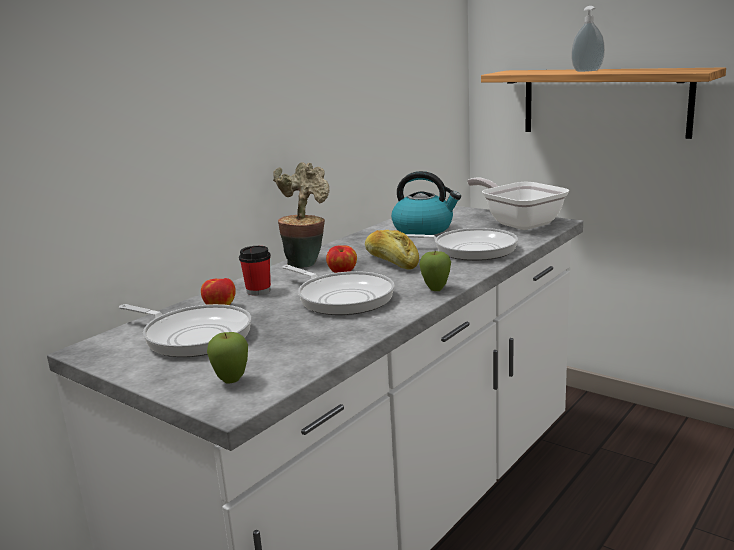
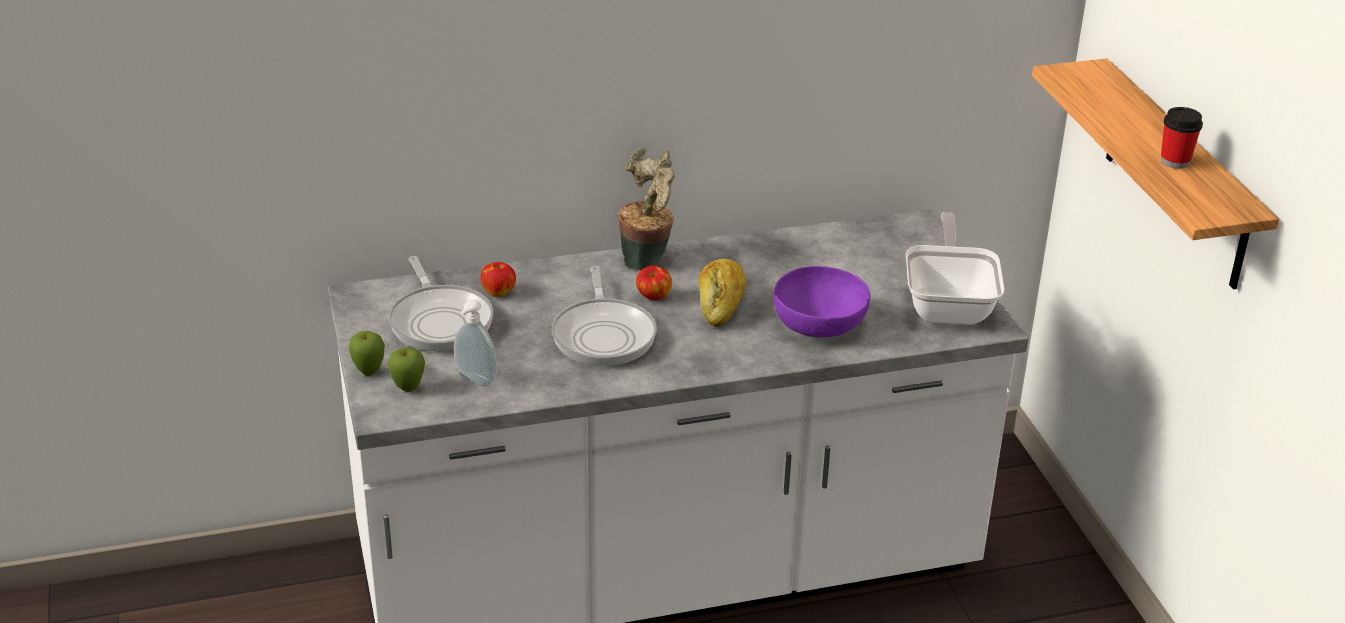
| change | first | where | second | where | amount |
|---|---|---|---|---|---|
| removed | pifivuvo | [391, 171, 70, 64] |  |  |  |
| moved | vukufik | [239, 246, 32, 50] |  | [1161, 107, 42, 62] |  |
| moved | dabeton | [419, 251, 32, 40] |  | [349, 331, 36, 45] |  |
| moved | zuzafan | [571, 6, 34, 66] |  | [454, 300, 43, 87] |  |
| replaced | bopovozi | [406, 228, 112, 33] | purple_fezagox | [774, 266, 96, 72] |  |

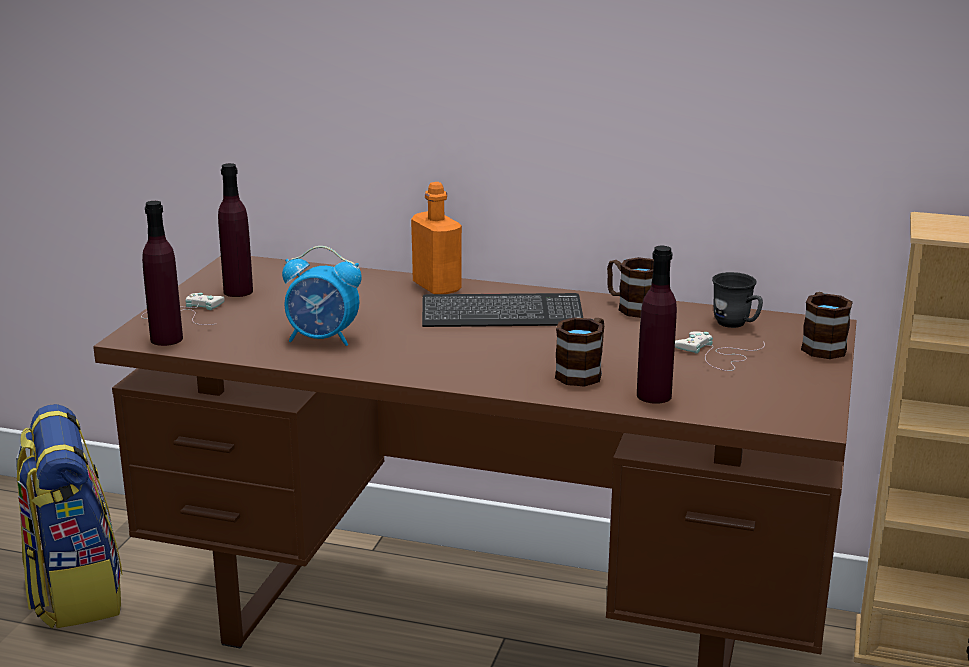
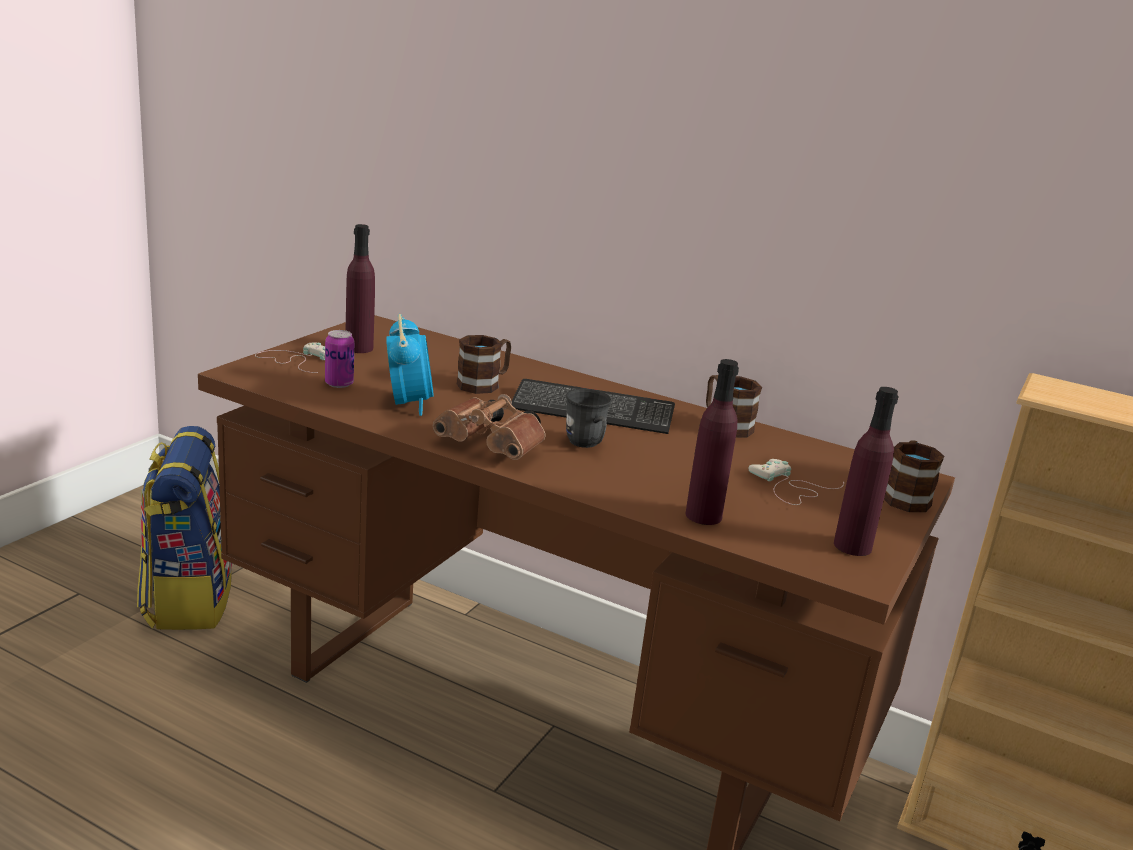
| change | first | where | second | where | amount |
|---|---|---|---|---|---|
| removed | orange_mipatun | [411, 182, 51, 112] |  |  |  |
| added |  |  | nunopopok | [325, 330, 30, 58] |  |
| added |  |  | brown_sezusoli | [433, 394, 113, 66] |  |
| moved | purple_mipatun | [142, 201, 41, 145] |  | [834, 387, 65, 169] |  |
| moved | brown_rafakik | [555, 317, 49, 70] |  | [457, 335, 54, 59] |  |
| moved | grey_rafakik | [712, 272, 51, 56] |  | [566, 389, 46, 59] |  |
| turned | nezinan | [282, 246, 80, 100] |  | [386, 314, 48, 102] | 120 degrees counterclockwise |

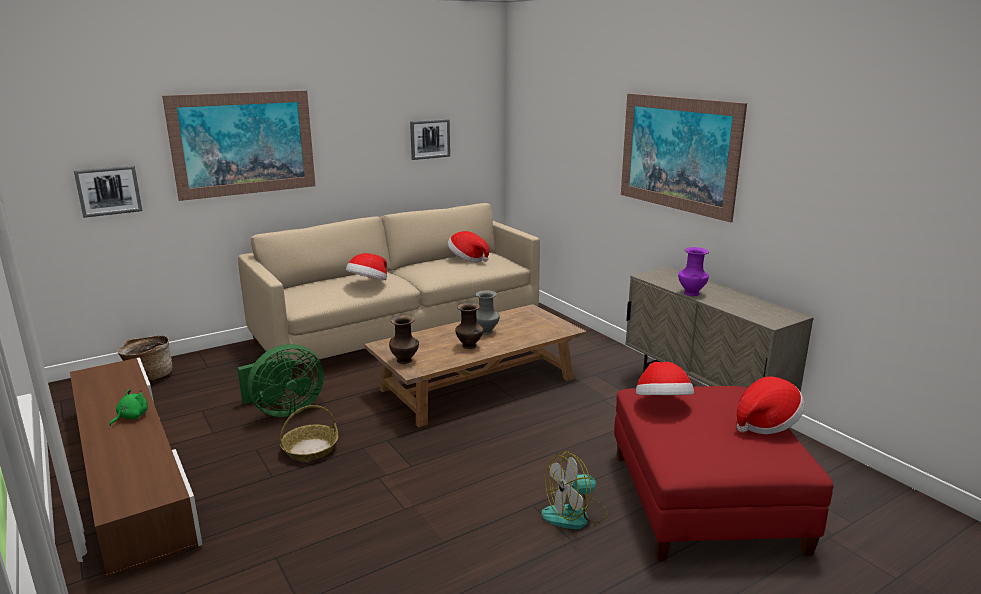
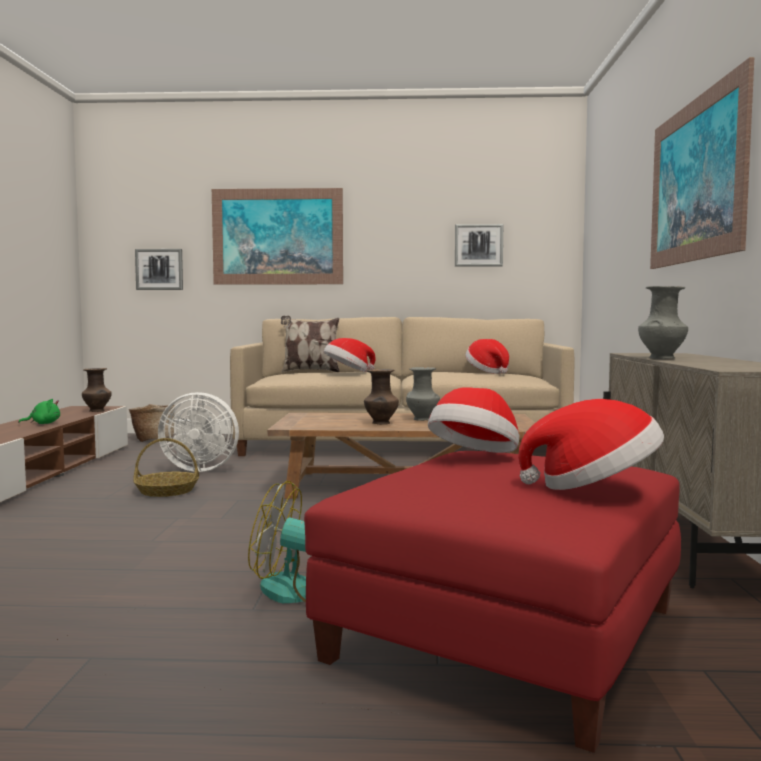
| change | first | where | second | where | amount |
|---|---|---|---|---|---|
| added |  |  | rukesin | [281, 316, 59, 57] |  |
| moved | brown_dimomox | [389, 315, 30, 49] |  | [82, 368, 30, 44] |  |
| recoloured | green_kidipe | [237, 344, 87, 73] | white_kidipe | [158, 392, 81, 80] |  |
| recoloured | purple_dimomox | [678, 247, 31, 49] | grey_dimomox | [638, 286, 50, 73] |  |

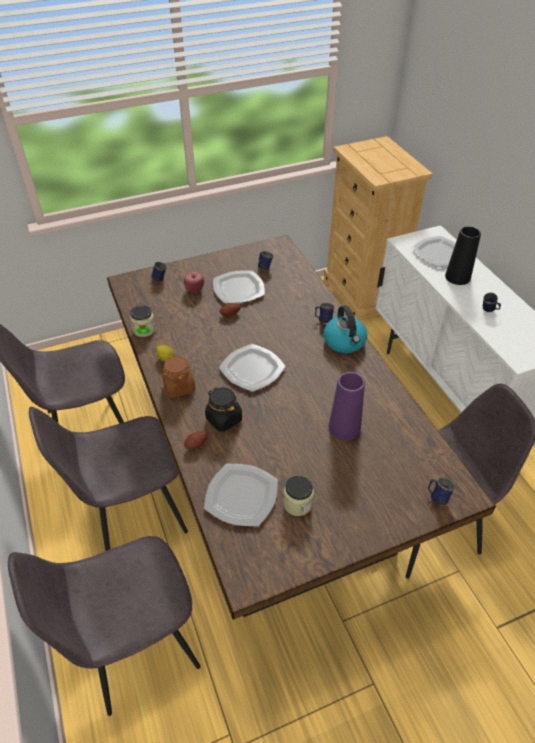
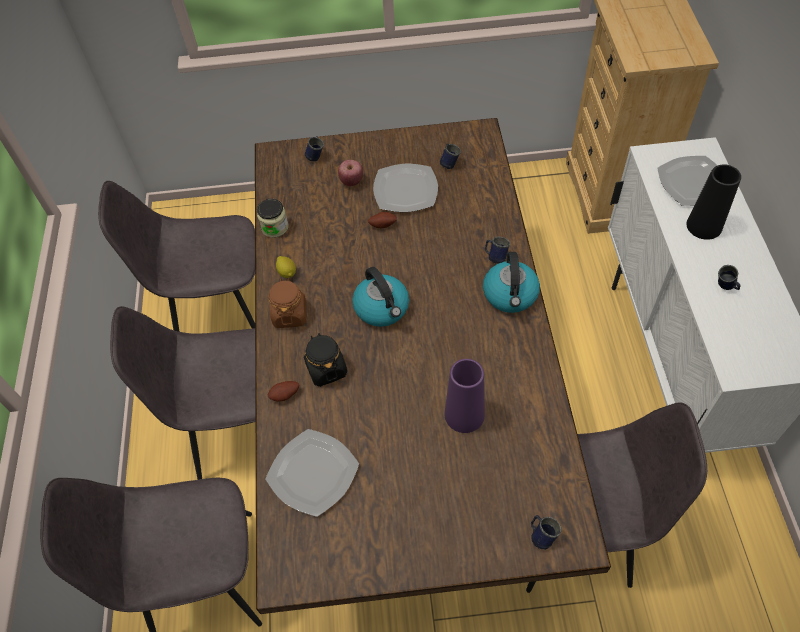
| change | first | where | second | where | amount |
|---|---|---|---|---|---|
| removed | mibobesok | [283, 476, 31, 40] |  |  |  |
| replaced | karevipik | [219, 344, 67, 48] | pifivuvo | [352, 267, 57, 60] |  |

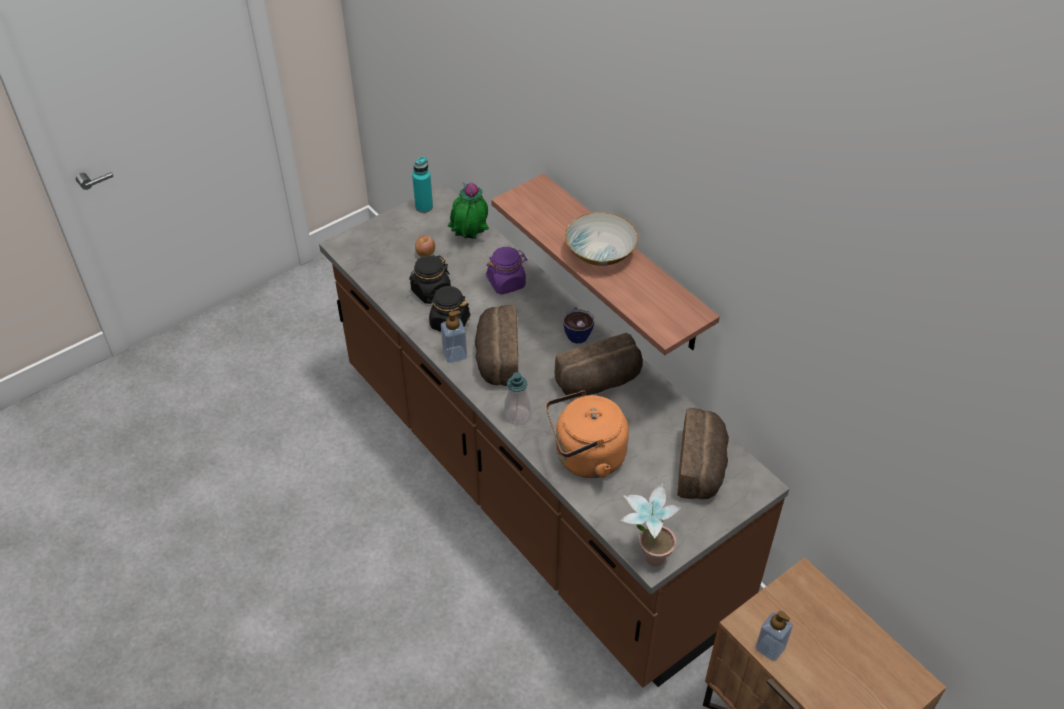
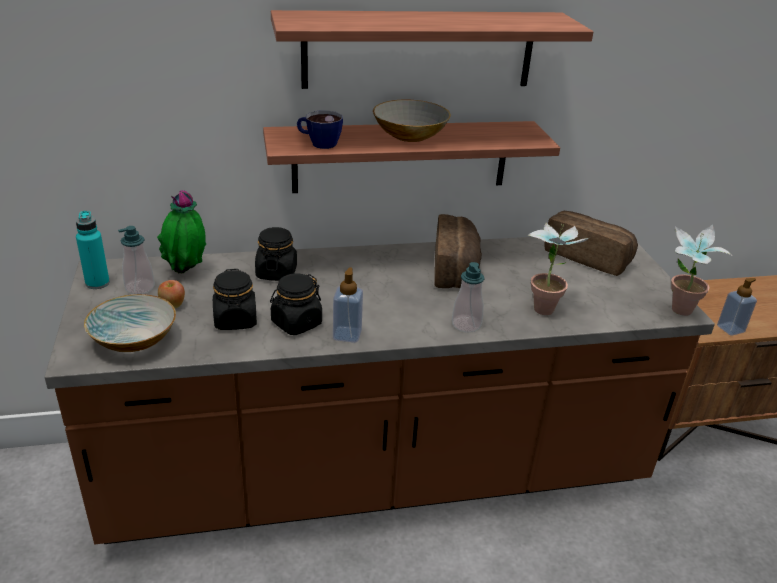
| change | first | where | second | where | amount |
|---|---|---|---|---|---|
| removed | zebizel | [475, 305, 43, 81] |  |  |  |
| added |  |  | fezagox | [84, 294, 92, 58] |  |
| added |  |  | zuzafan | [118, 226, 37, 68] |  |
| added |  |  | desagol | [271, 10, 323, 79] |  |
| moved | vukufik | [563, 307, 31, 37] |  | [297, 110, 46, 39] |  |
| replaced | orange_pifivuvo | [546, 390, 83, 88] | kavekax | [528, 222, 61, 93] |  |
| recoloured | purple_mibobesok | [486, 247, 42, 48] | black_mibobesok | [255, 227, 42, 54] |  |

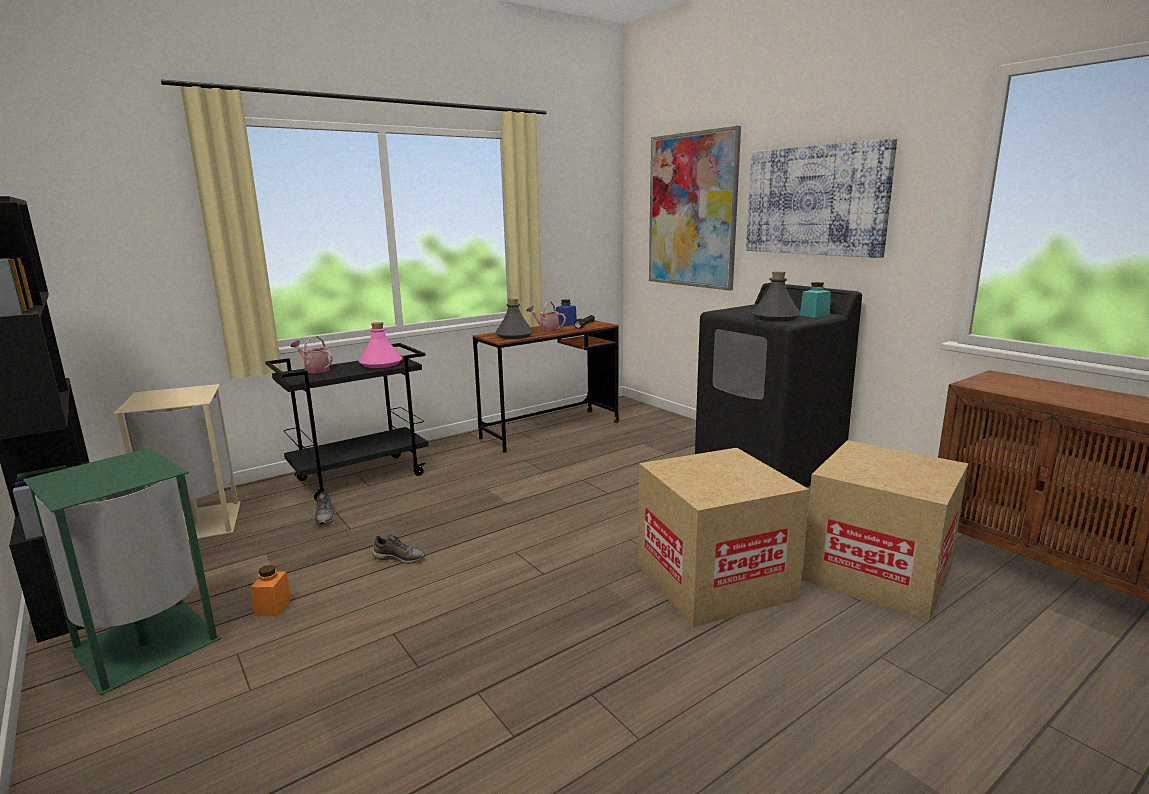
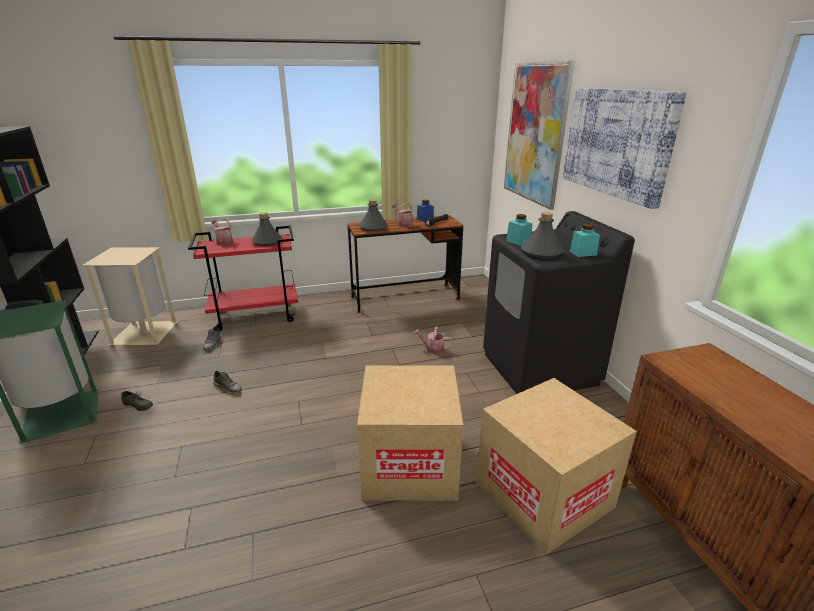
| change | first | where | second | where | amount |
|---|---|---|---|---|---|
| added |  |  | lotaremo | [413, 326, 40, 28] |  |
| added |  |  | turquoise_mibobesok | [506, 214, 27, 32] |  |
| replaced | orange_mibobesok | [251, 565, 41, 51] | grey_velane | [121, 391, 32, 20] |  |
| recoloured | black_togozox | [265, 343, 164, 157] | red_togozox | [188, 226, 110, 105] |  |
| recoloured | pink_mipatun | [359, 322, 44, 46] | grey_mipatun | [251, 212, 32, 34] |  |

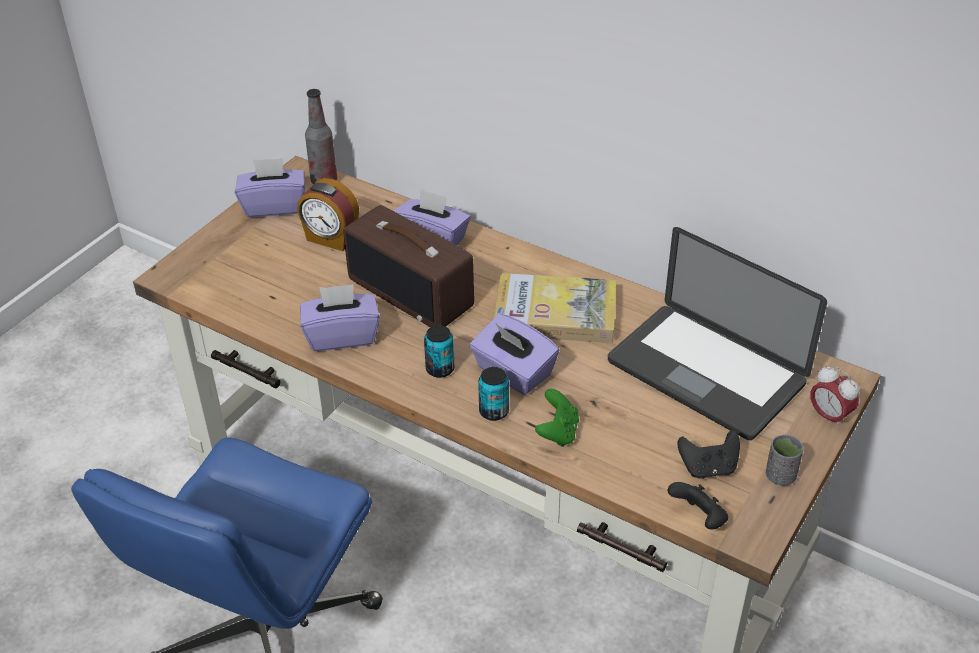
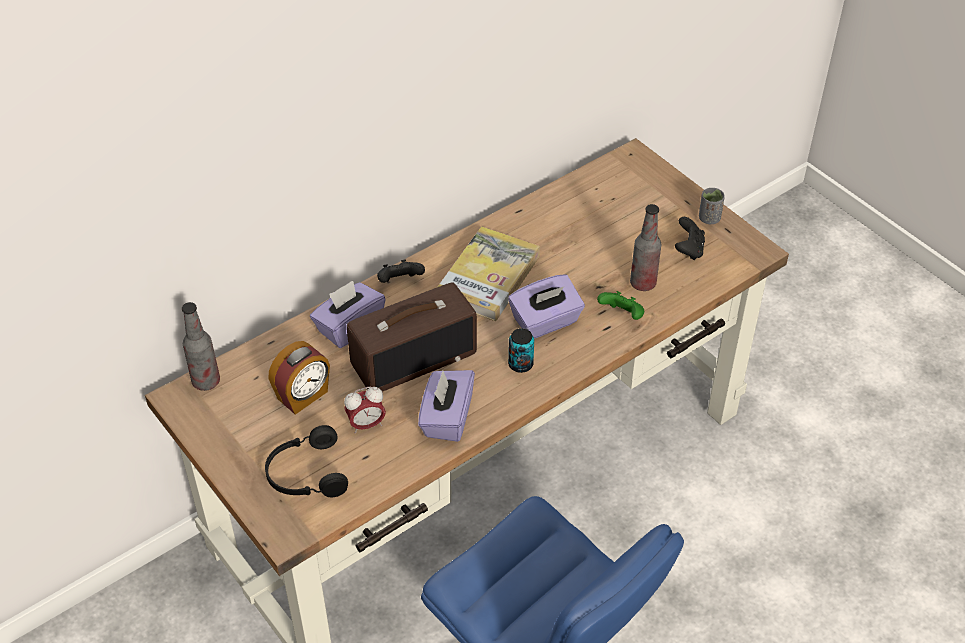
| change | first | where | second | where | amount |
|---|---|---|---|---|---|
| removed | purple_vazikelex | [235, 158, 70, 59] |  |  |  |
| removed | nunopopok | [478, 367, 31, 54] |  |  |  |
| removed | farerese | [608, 227, 219, 213] |  |  |  |
| added |  |  | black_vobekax | [265, 425, 83, 72] |  |
| added |  |  | mipatun | [630, 204, 31, 87] |  |
| moved | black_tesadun | [668, 482, 60, 48] |  | [377, 260, 48, 23] |  |
| moved | nezinan | [810, 366, 49, 63] |  | [344, 387, 42, 46] |  |

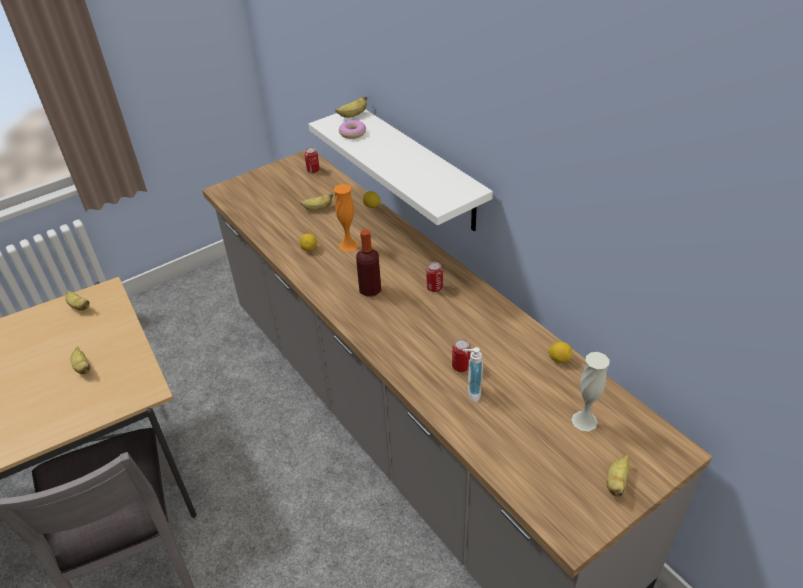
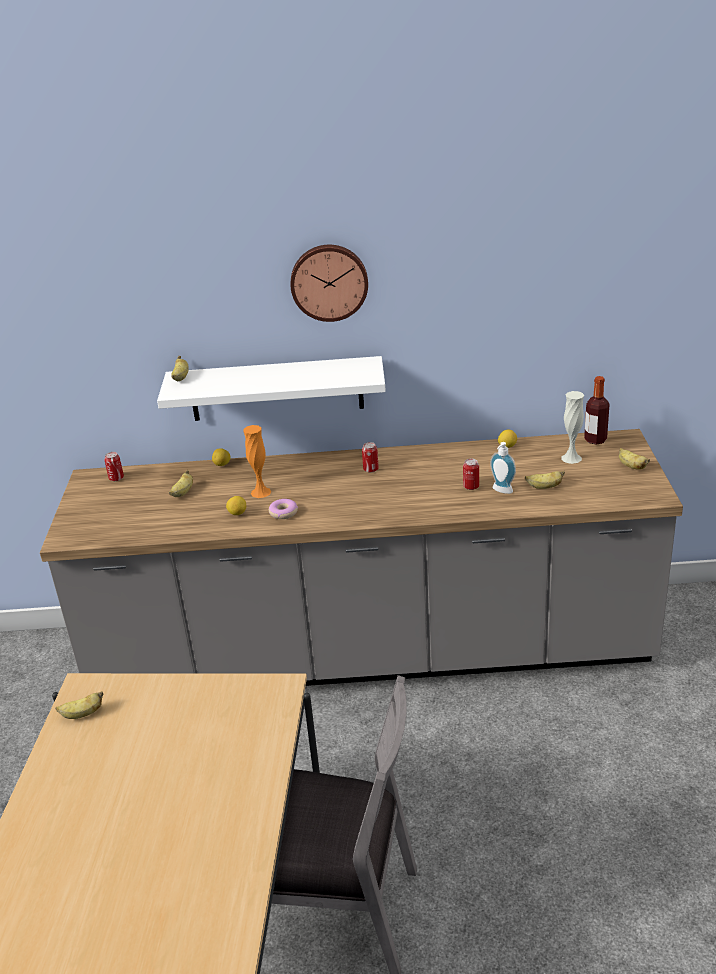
| change | first | where | second | where | amount |
|---|---|---|---|---|---|
| added |  |  | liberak | [290, 245, 78, 77] |  |
| moved | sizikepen | [70, 347, 21, 27] |  | [525, 471, 40, 18] |  |
| moved | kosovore | [339, 120, 27, 19] |  | [269, 499, 29, 20] |  |
| moved | mipatun | [356, 230, 25, 67] |  | [584, 376, 26, 69] |  |

